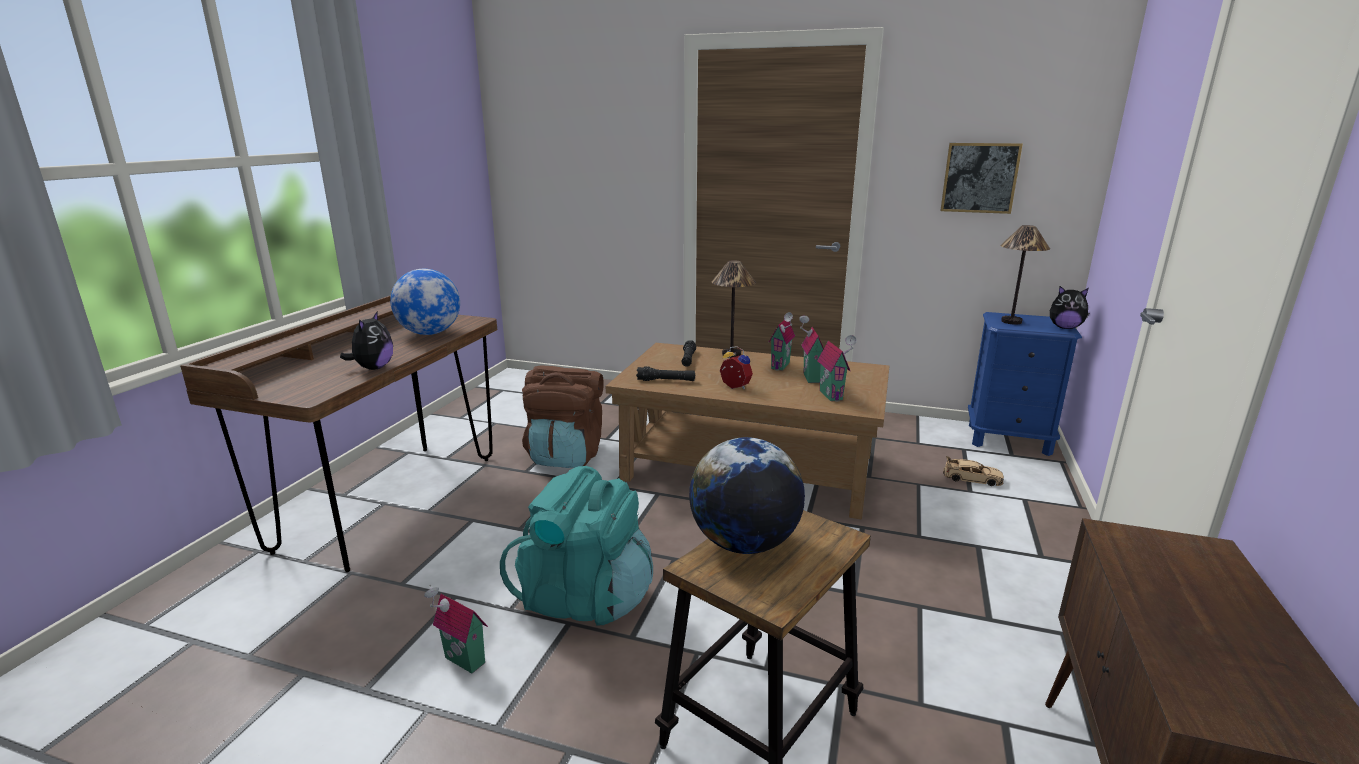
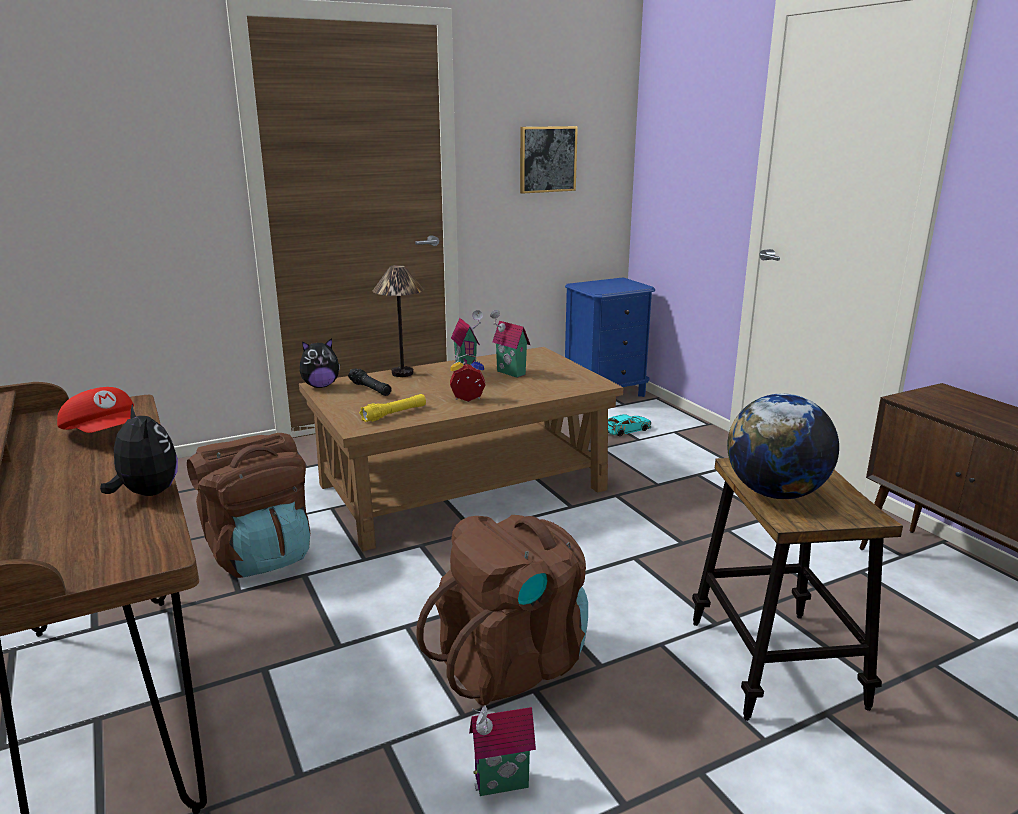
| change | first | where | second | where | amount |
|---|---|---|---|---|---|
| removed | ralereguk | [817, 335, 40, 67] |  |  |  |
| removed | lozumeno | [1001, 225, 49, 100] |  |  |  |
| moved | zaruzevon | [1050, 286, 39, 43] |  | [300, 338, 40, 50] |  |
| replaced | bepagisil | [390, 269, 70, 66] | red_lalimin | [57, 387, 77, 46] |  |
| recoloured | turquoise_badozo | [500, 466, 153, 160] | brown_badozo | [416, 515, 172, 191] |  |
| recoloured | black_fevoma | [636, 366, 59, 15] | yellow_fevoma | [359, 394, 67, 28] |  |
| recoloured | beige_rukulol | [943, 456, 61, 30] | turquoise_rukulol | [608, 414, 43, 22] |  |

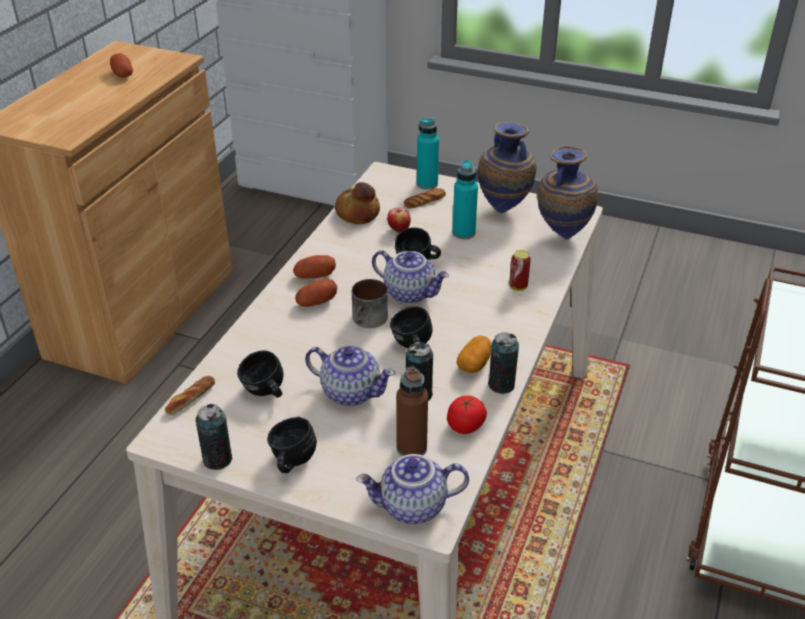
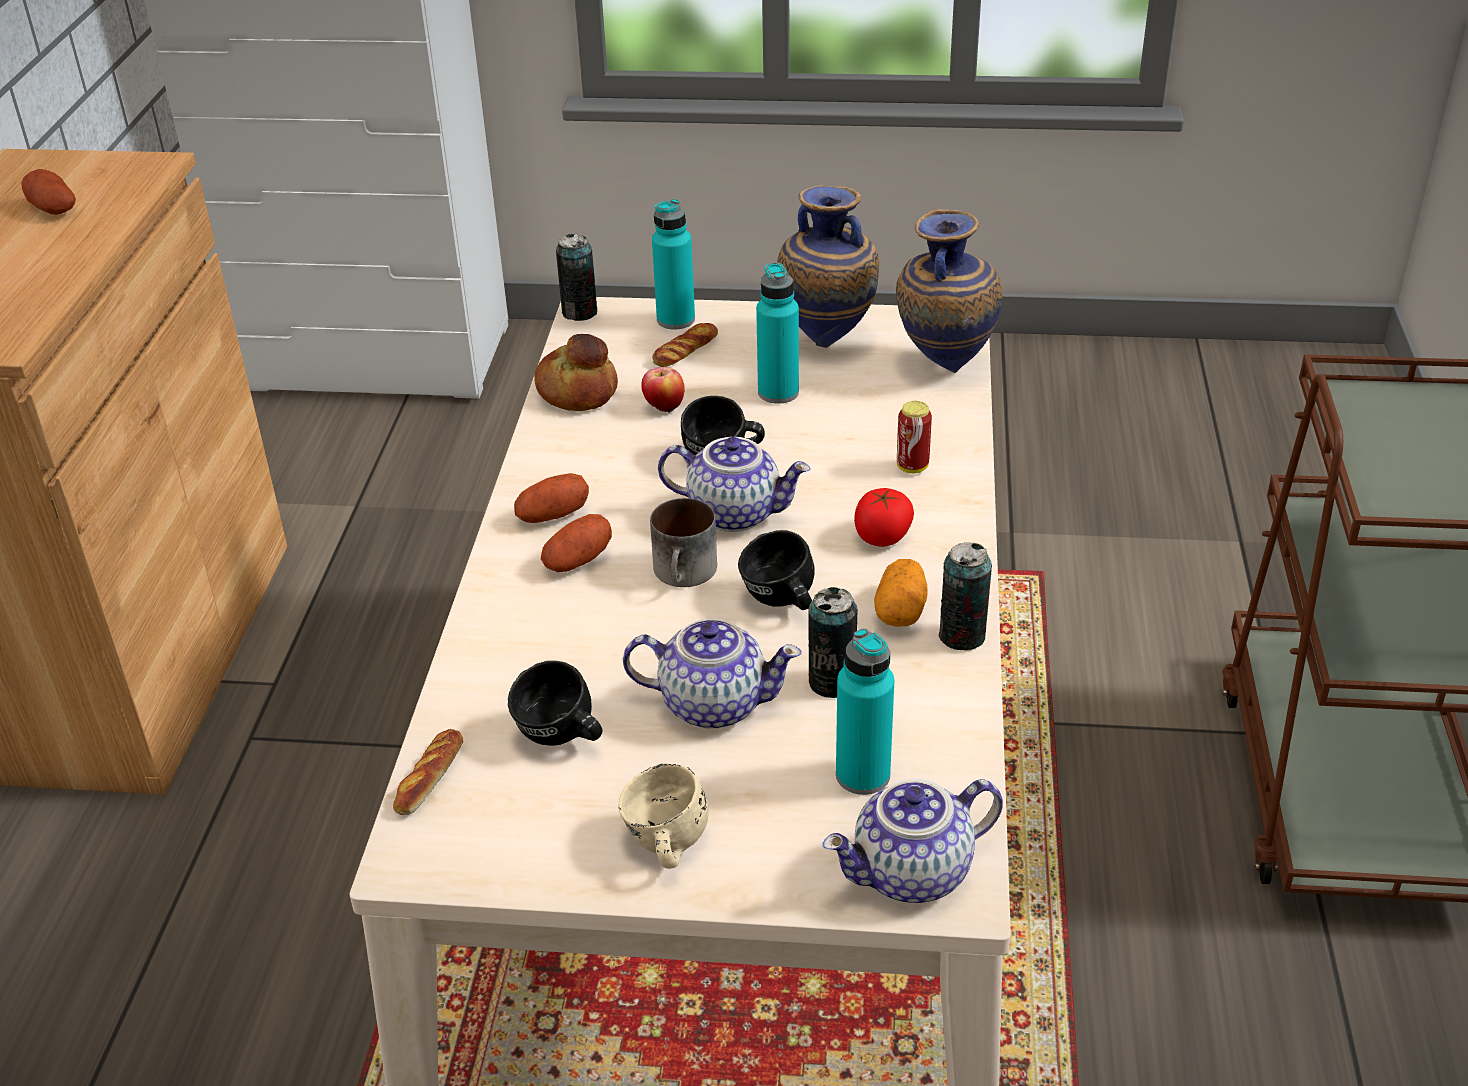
| change | first | where | second | where | amount |
|---|---|---|---|---|---|
| moved | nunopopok | [196, 404, 36, 66] |  | [556, 234, 41, 87] |  |
| moved | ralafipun | [447, 396, 40, 38] |  | [854, 488, 60, 59] |  |
| recoloured | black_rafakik | [267, 417, 50, 56] | beige_rafakik | [618, 763, 91, 106] |  |
| recoloured | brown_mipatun | [396, 366, 32, 90] | turquoise_mipatun | [836, 629, 58, 166] |  |

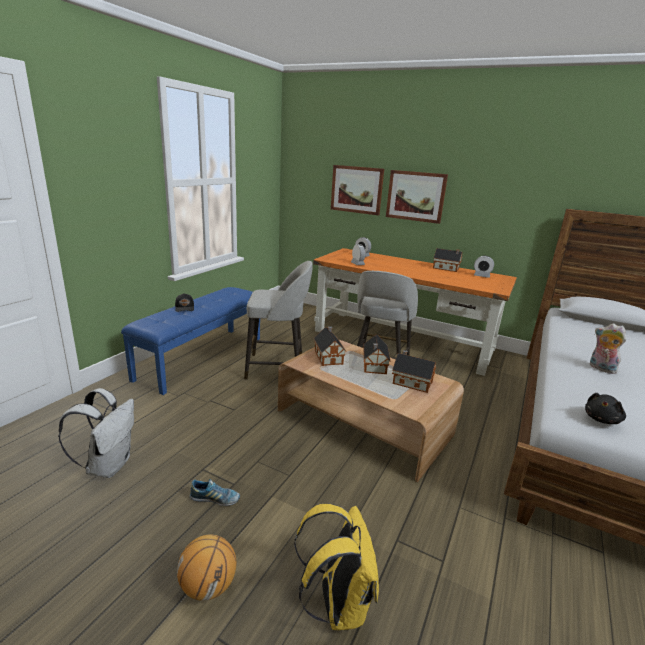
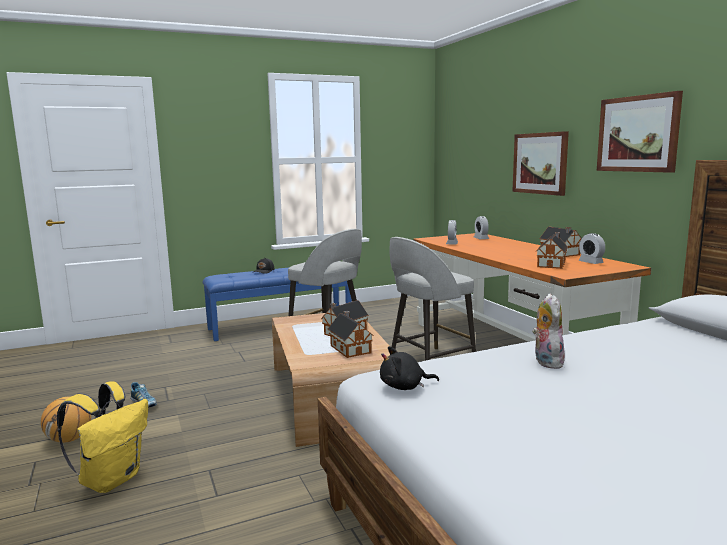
| change | first | where | second | where | amount |
|---|---|---|---|---|---|
| removed | white_badozo | [58, 388, 76, 90] |  |  |  |
| moved | ralereguk | [314, 326, 32, 40] |  | [536, 232, 32, 37] |  |
| moved | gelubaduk | [331, 165, 53, 50] |  | [597, 91, 86, 82] |  |

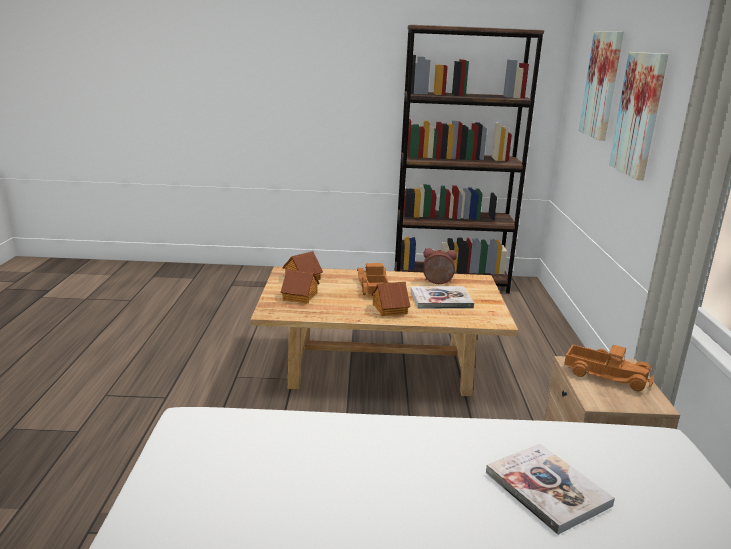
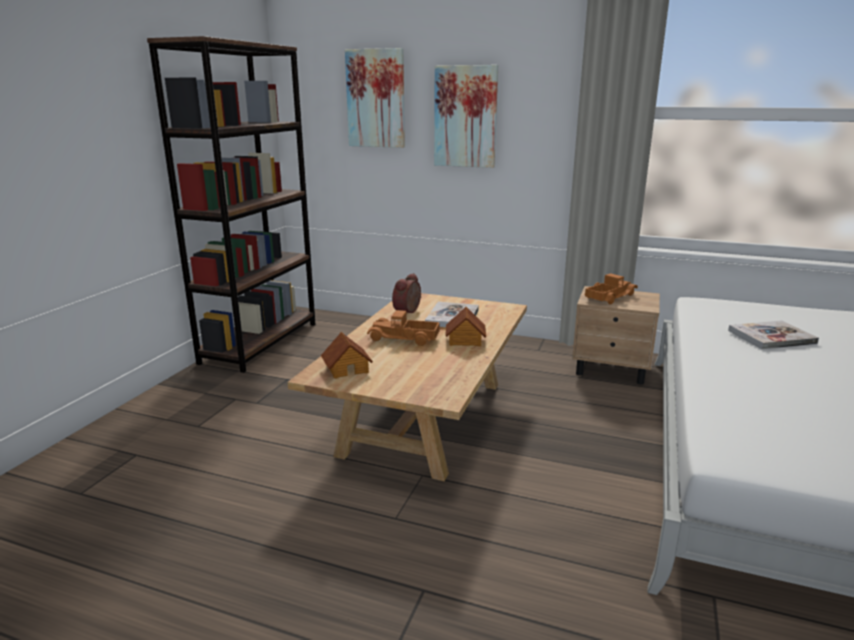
| change | first | where | second | where | amount |
|---|---|---|---|---|---|
| removed | ralereguk | [281, 269, 38, 35] |  |  |  |

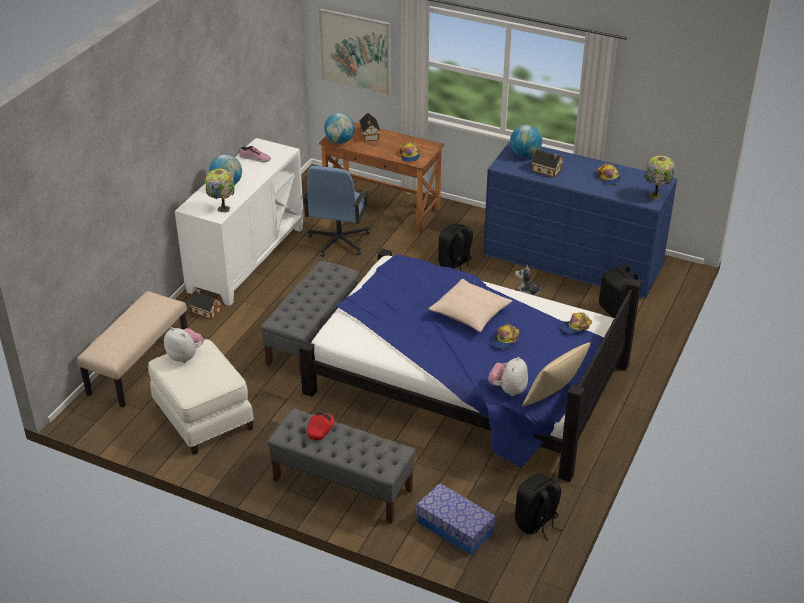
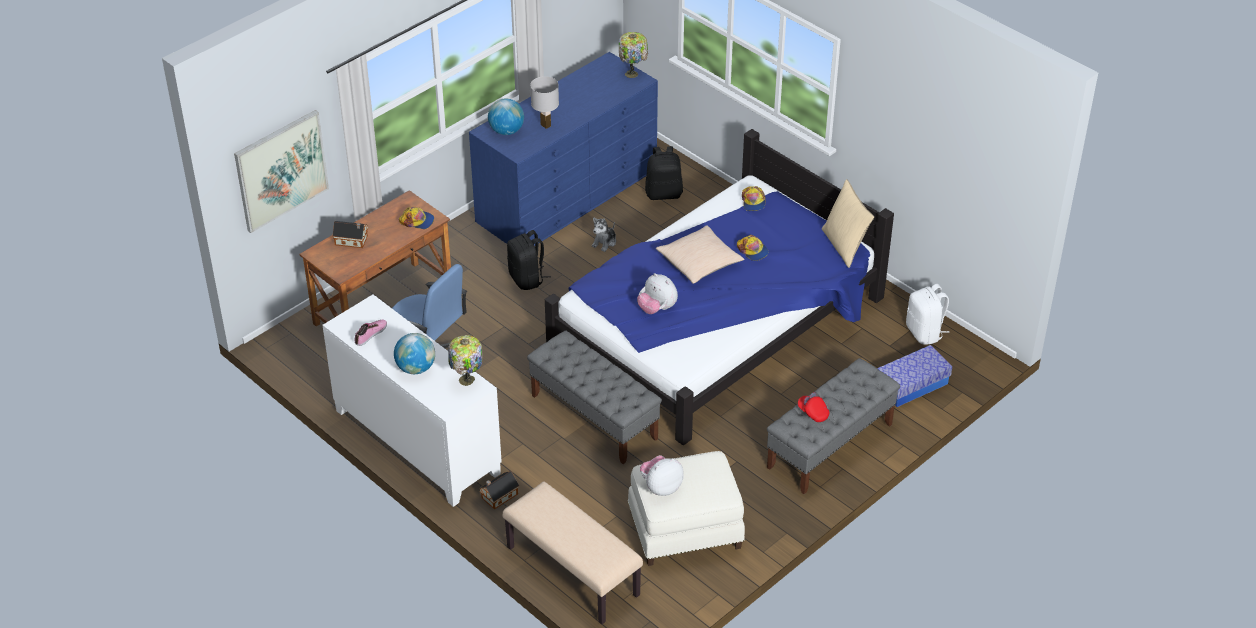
| change | first | where | second | where | amount |
|---|---|---|---|---|---|
| removed | bepagisil | [324, 113, 31, 31] |  |  |  |
| removed | lalimin | [597, 164, 24, 21] |  |  |  |
| moved | zaruzevon | [488, 356, 40, 40] |  | [637, 273, 41, 41] |  |
| replaced | ralereguk | [532, 150, 31, 27] | white_lozumeno | [530, 76, 29, 53] |  |
| recoloured | black_badozo | [515, 473, 47, 68] | white_badozo | [906, 284, 44, 61] |  |

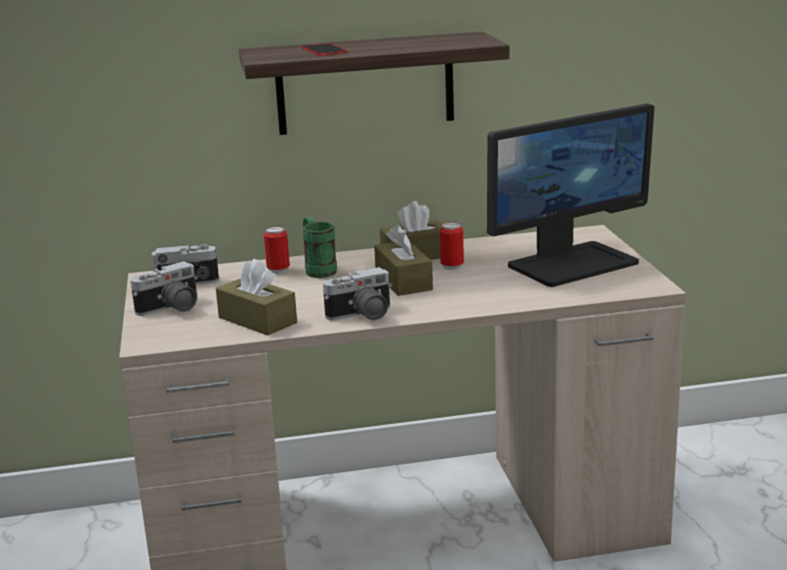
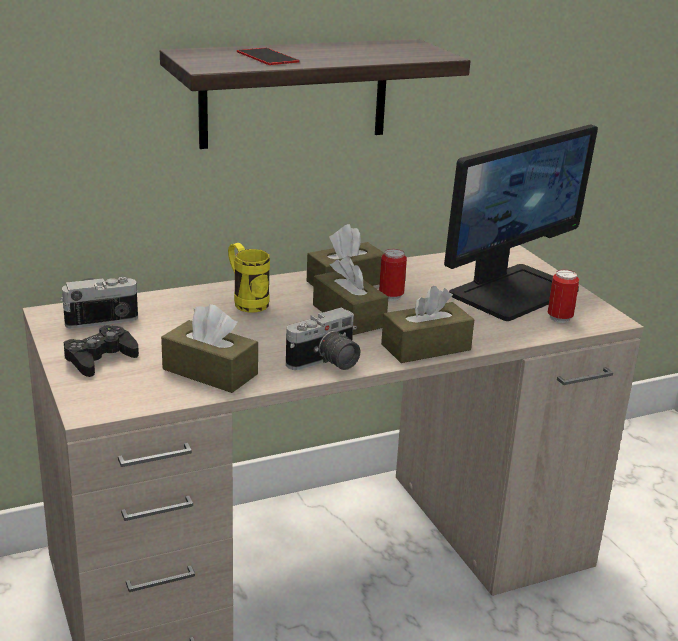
| change | first | where | second | where | amount |
|---|---|---|---|---|---|
| added |  |  | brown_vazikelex | [381, 286, 94, 77] |  |
| moved | nunopopok | [264, 226, 26, 48] |  | [548, 269, 31, 54] |  |
| replaced | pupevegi | [131, 261, 67, 55] | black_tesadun | [64, 325, 75, 52] |  |
| recoloured | green_rafakik | [303, 217, 34, 61] | yellow_rafakik | [228, 243, 42, 69] |  |

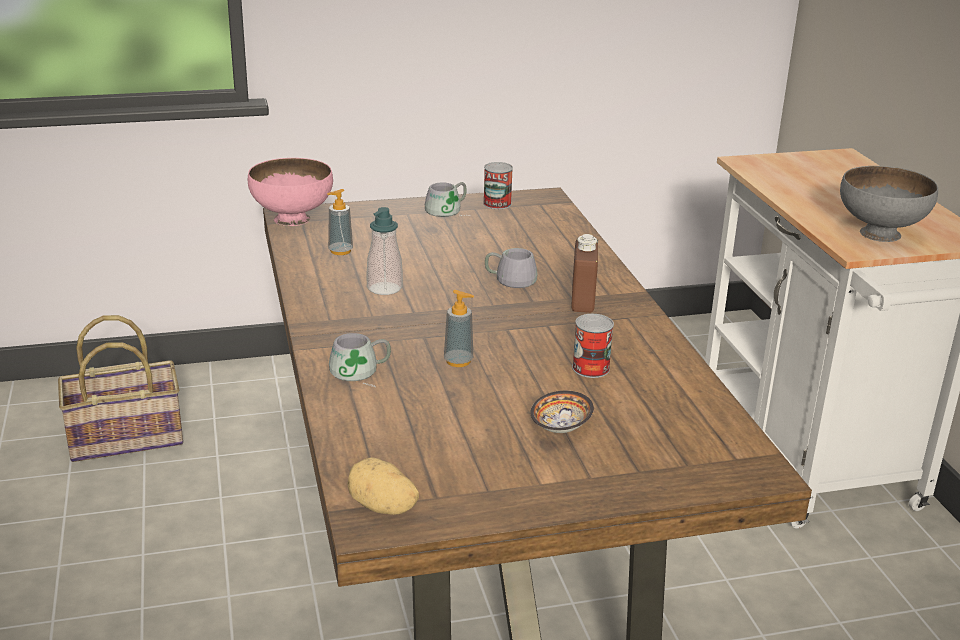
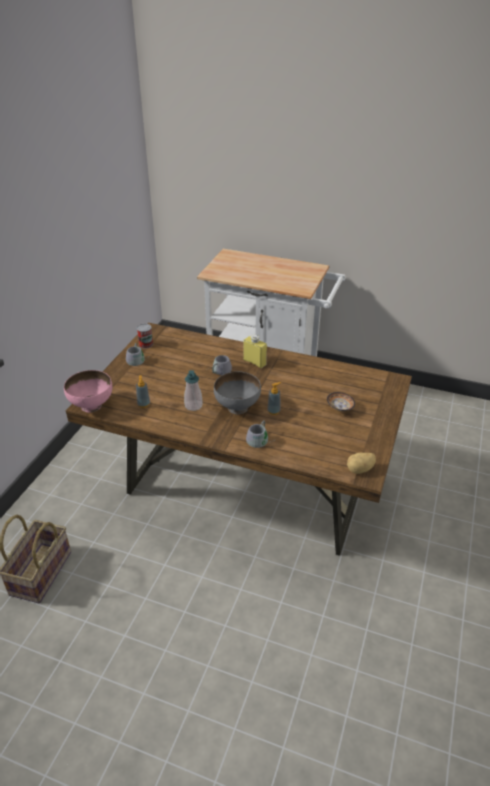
| change | first | where | second | where | amount |
|---|---|---|---|---|---|
| removed | nunopopok | [572, 314, 42, 64] |  |  |  |
| moved | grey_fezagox | [840, 166, 98, 76] |  | [214, 371, 47, 43] |  |
| recoloured | brown_mipatun | [572, 234, 26, 79] | yellow_mipatun | [243, 335, 24, 33] |  |

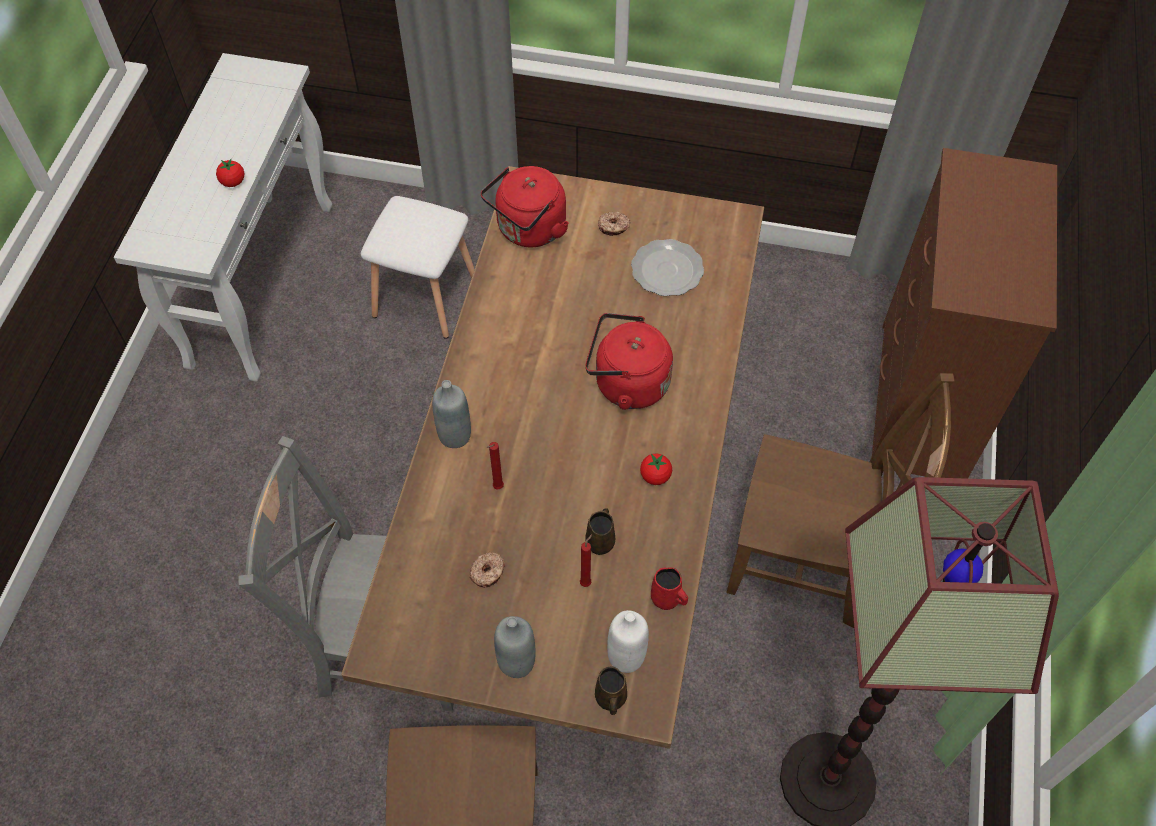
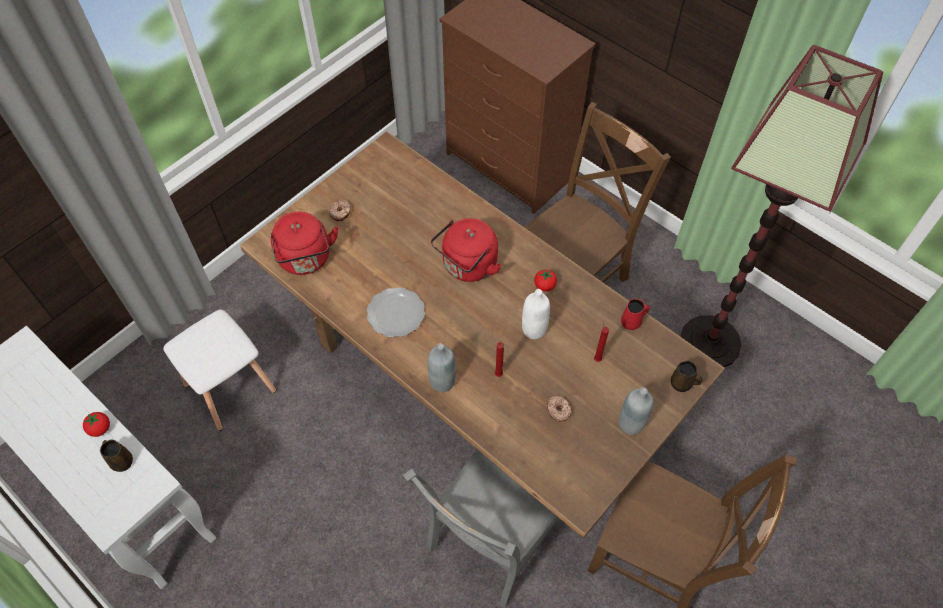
| change | first | where | second | where | amount |
|---|---|---|---|---|---|
| moved | brown_rafakik | [585, 508, 30, 47] |  | [100, 440, 33, 32] |  |
| moved | white_mipatun | [607, 610, 42, 63] |  | [522, 289, 28, 50] |  |
| moved | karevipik | [631, 239, 73, 57] |  | [367, 287, 58, 50] |  |

